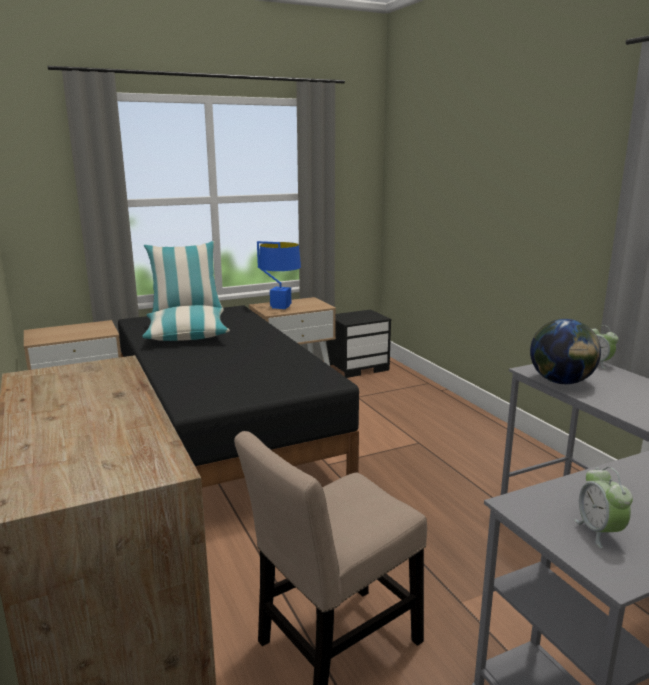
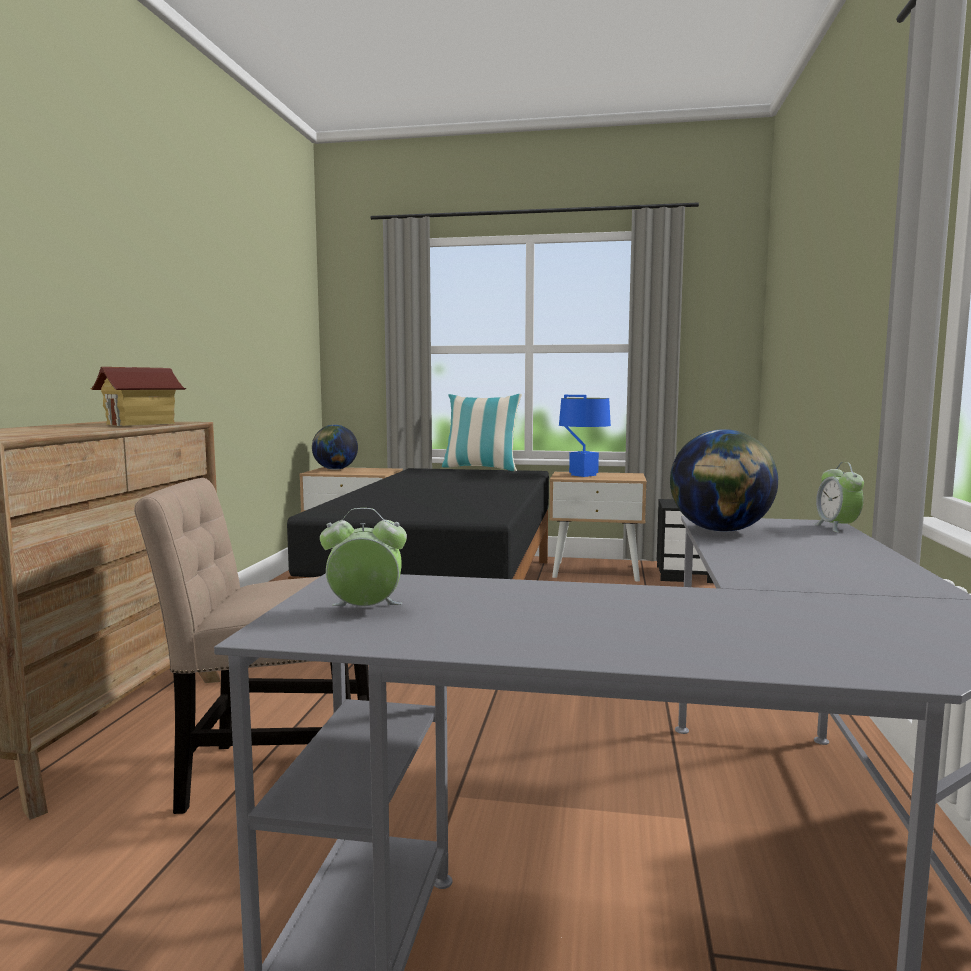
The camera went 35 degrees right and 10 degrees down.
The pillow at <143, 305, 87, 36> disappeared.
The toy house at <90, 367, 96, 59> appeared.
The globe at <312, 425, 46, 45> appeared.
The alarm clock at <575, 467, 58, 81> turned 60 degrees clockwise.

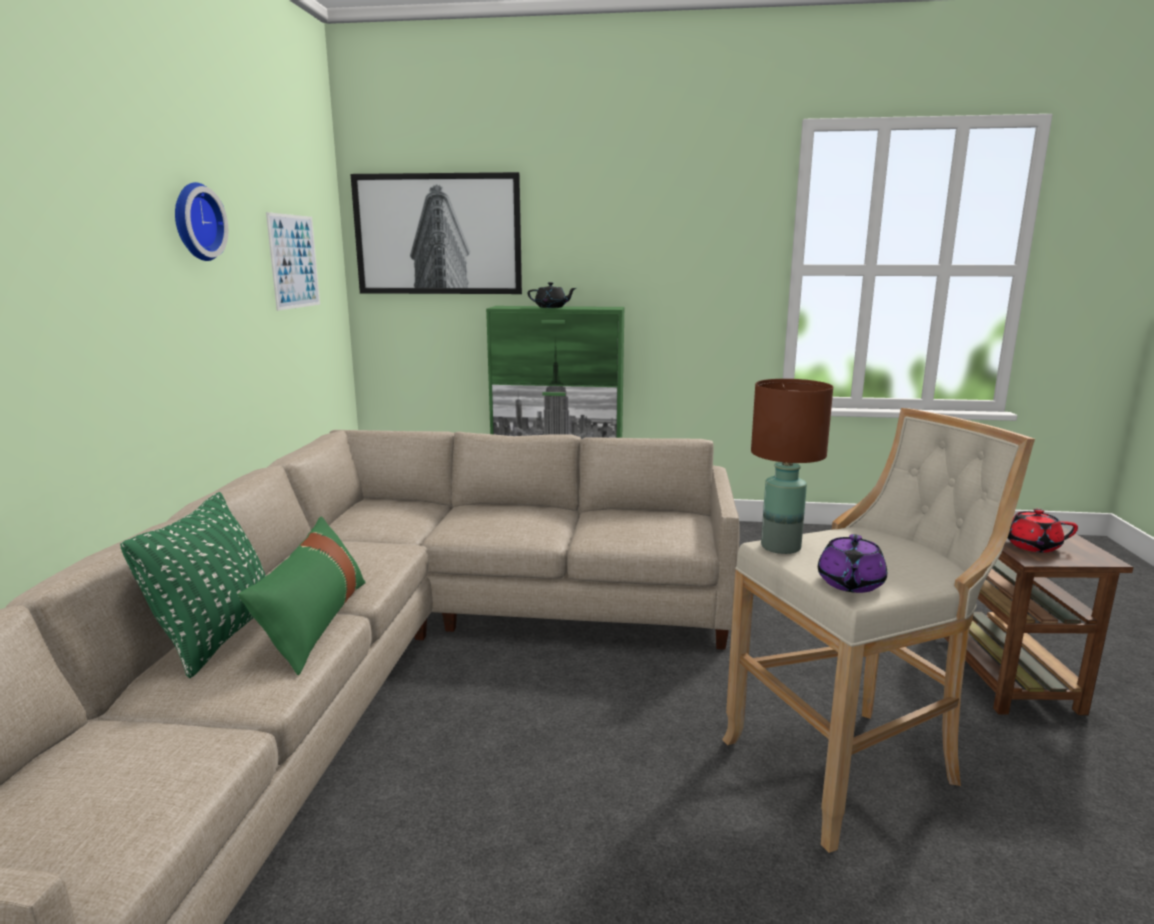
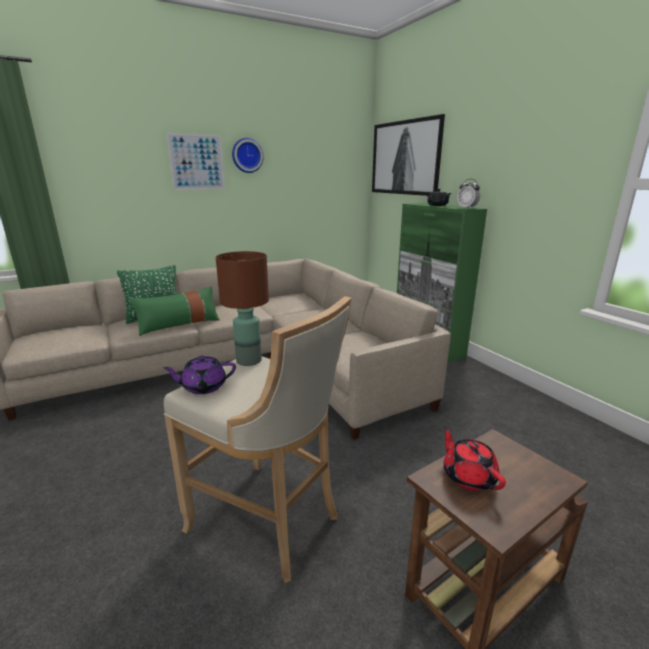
The camera went 55 degrees right and 5 degrees up.
The alarm clock at <457, 179, 23, 30> appeared.
The picture moved from <266, 212, 54, 99> to <166, 133, 59, 57>.

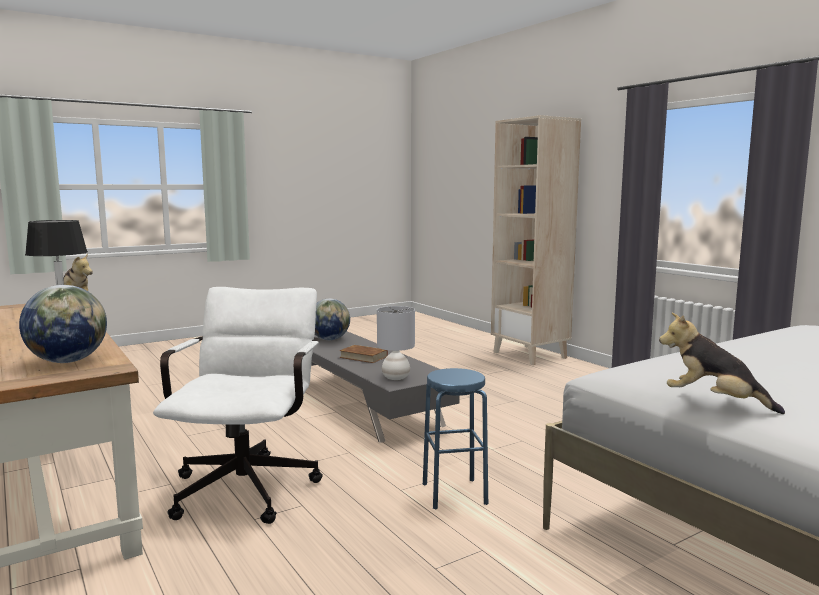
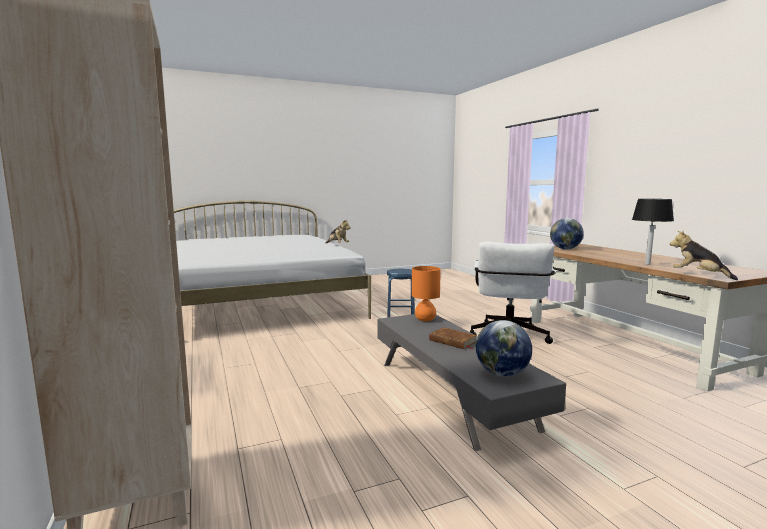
The camera went 170 degrees left and 0 degrees up.
The grey table lamp at <377, 306, 38, 74> became the orange table lamp at <412, 266, 29, 55>.

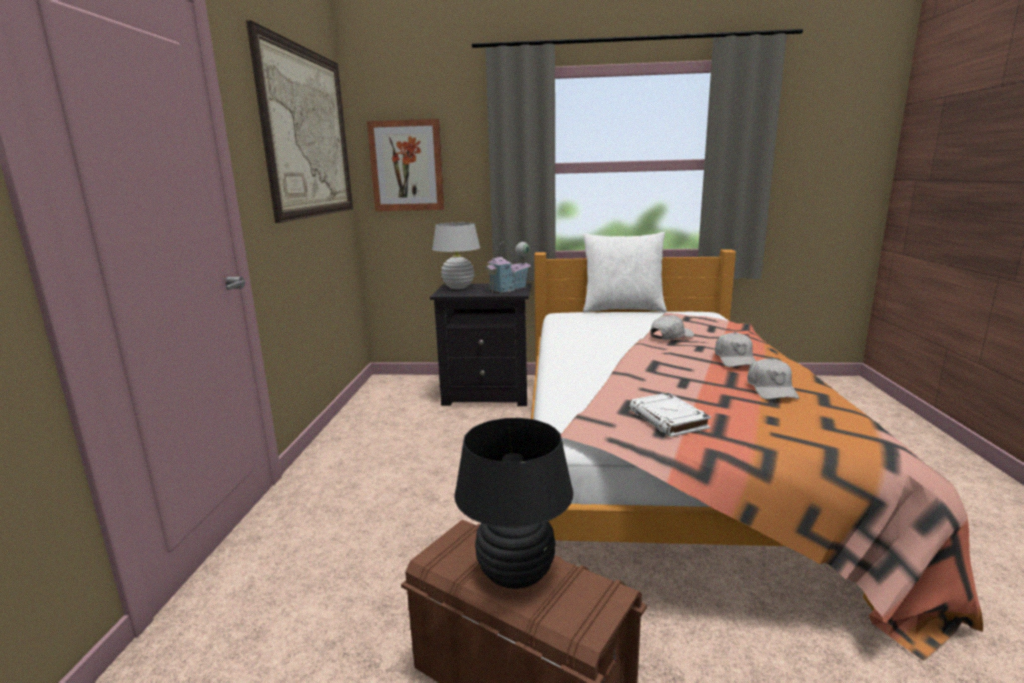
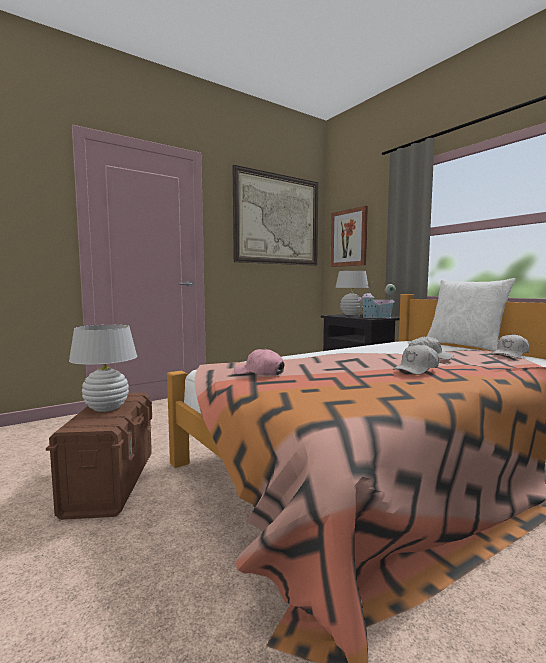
The camera went 50 degrees right and 10 degrees down.
The white cap moved from <747, 358, 52, 41> to <492, 334, 37, 24>.
The white book at <629, 393, 82, 44> was replaced by the pink cap at <234, 349, 50, 27>.
The black table lamp at <454, 418, 119, 171> became the white table lamp at <69, 325, 68, 87>.

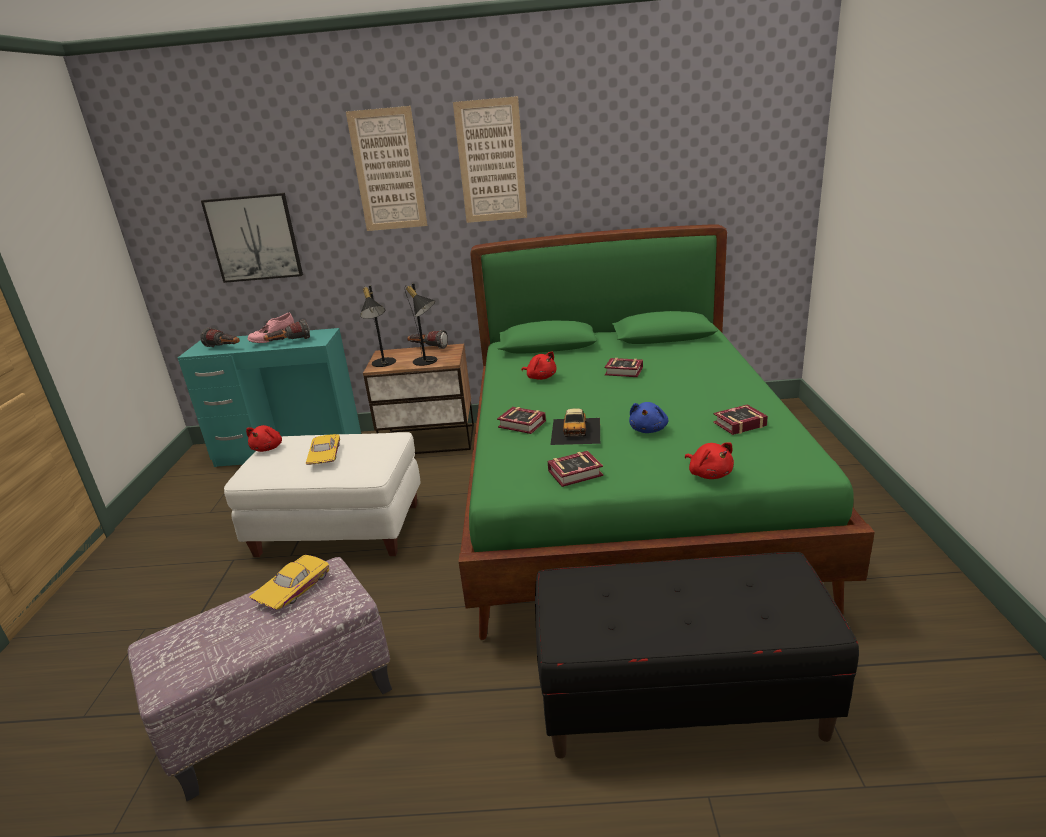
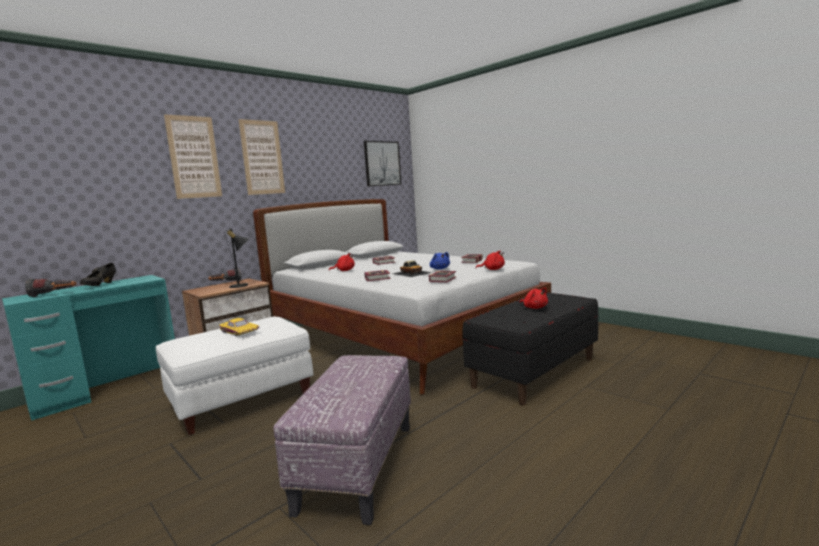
The camera went 45 degrees left and 15 degrees down.
The yellow toy car at <249, 555, 80, 55> disappeared.
The flashlight at <264, 319, 46, 22> disappeared.
The black table lamp at <360, 285, 36, 82> disappeared.
The picture moved from <201, 193, 102, 90> to <364, 141, 38, 46>.
The red plush toy moved from <246, 425, 36, 27> to <520, 288, 28, 21>.
The pink shoe at <248, 313, 46, 30> became the black shoe at <80, 263, 36, 23>.
The green bed at <458, 225, 417, 415> became the white bed at <253, 199, 298, 195>.

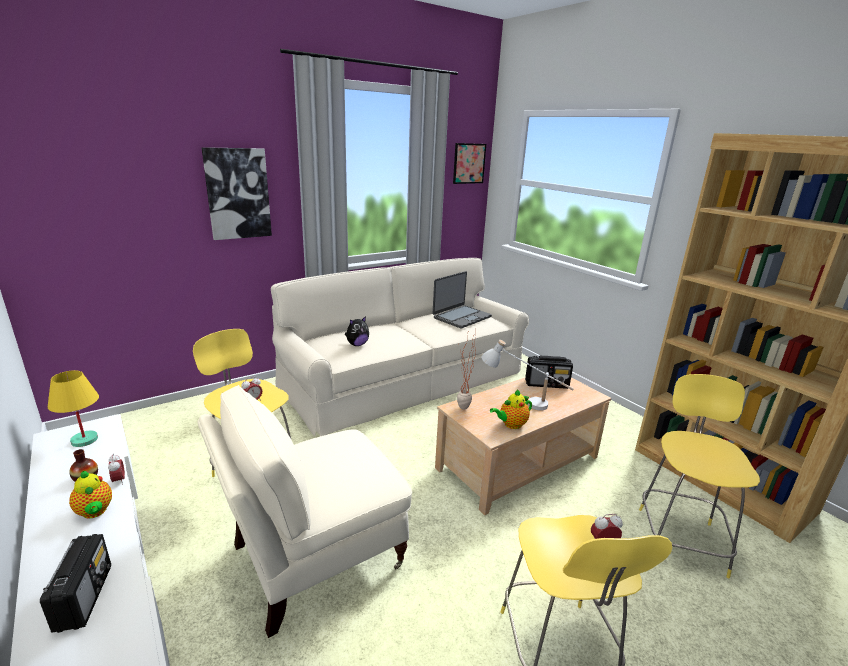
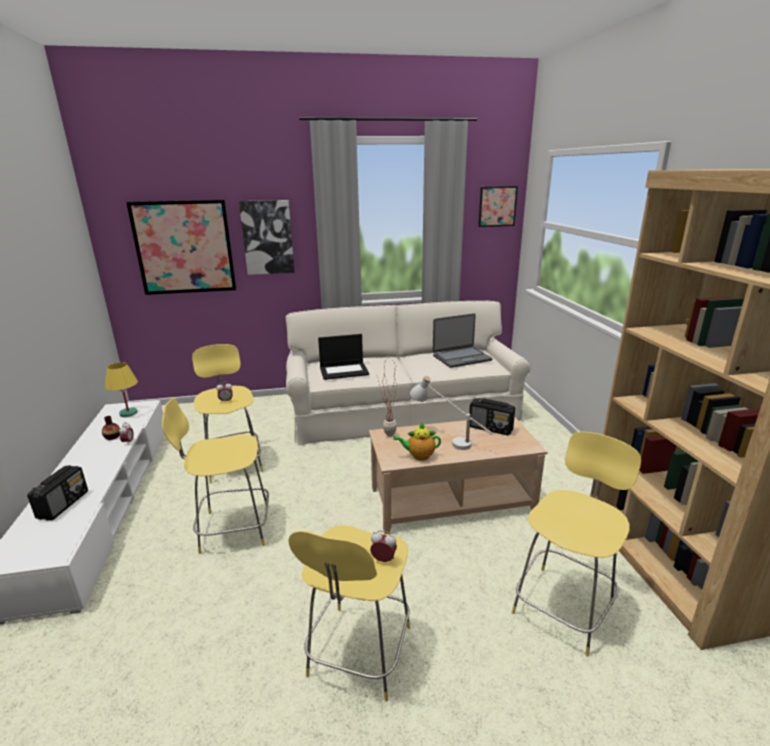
The camera went 25 degrees right and 0 degrees up.
The teapot at <69, 471, 43, 48> disappeared.
The picture at <126, 200, 110, 95> appeared.
The beige armchair at <197, 385, 215, 253> was replaced by the yellow stool at <162, 398, 107, 156>.
The plush toy at <345, 316, 24, 30> was replaced by the laptop at <318, 334, 51, 46>.

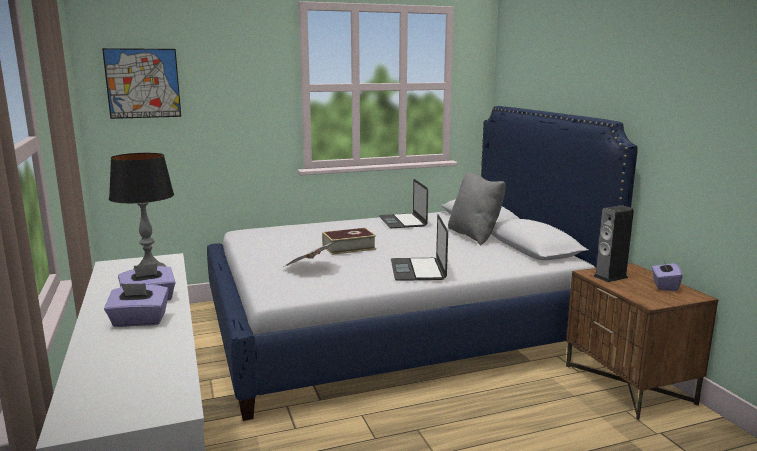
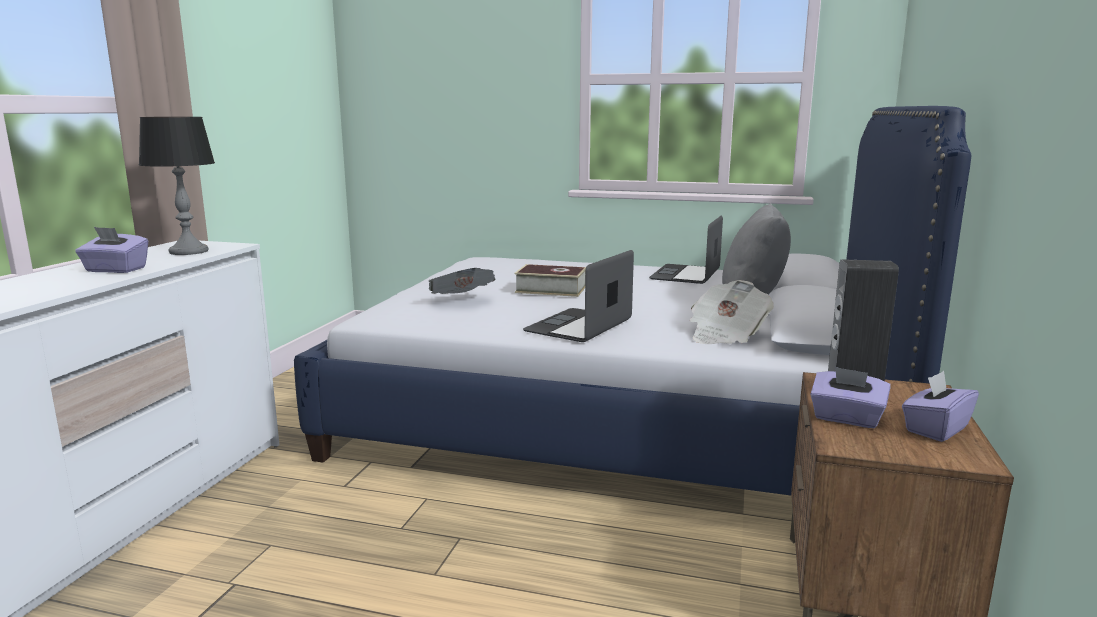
The camera went 35 degrees right and 0 degrees up.
The picture at <102, 48, 79, 71> disappeared.
The newspaper at <690, 280, 84, 64> appeared.
The purple tissue box moved from <104, 283, 65, 44> to <810, 367, 80, 62>.

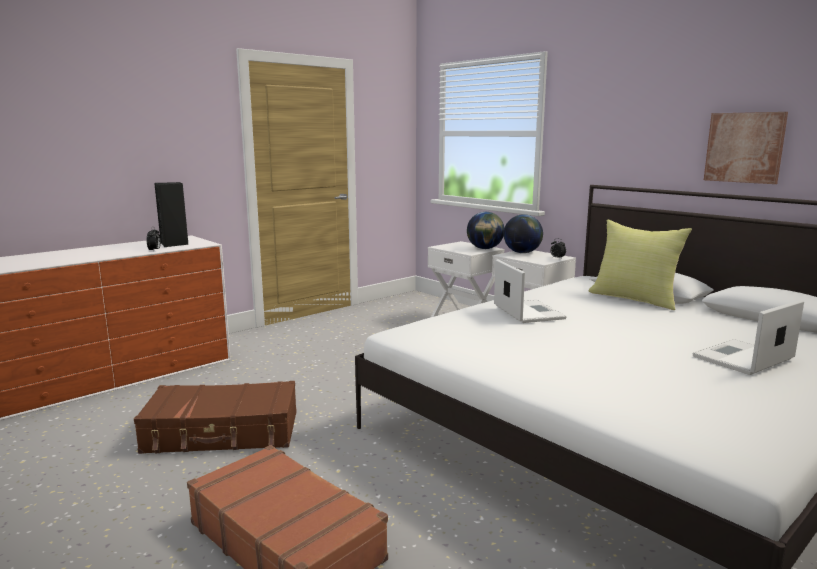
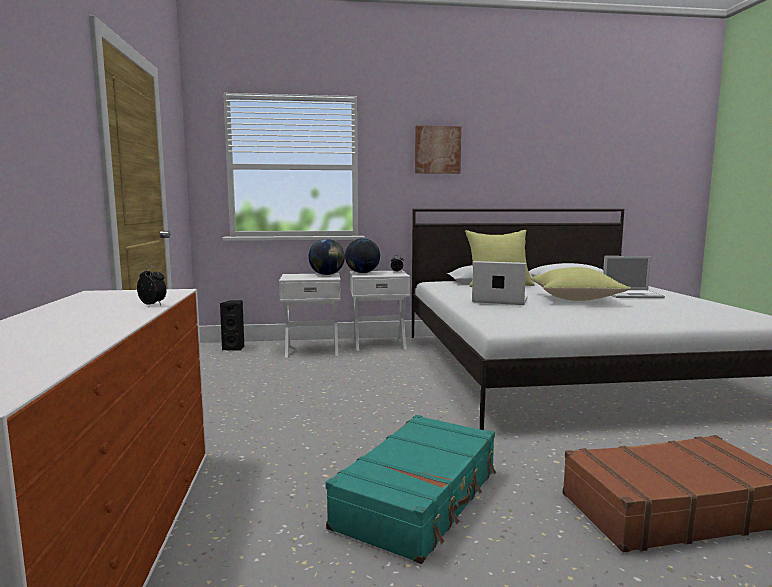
The camera went 55 degrees left and 5 degrees down.
The yellow pillow at <530, 267, 101, 34> appeared.
The black speaker moved from <154, 182, 34, 65> to <220, 300, 24, 51>.
The picture moved from <704, 112, 84, 72> to <415, 126, 46, 48>.
The brown suitcase at <134, 381, 163, 73> became the turquoise suitcase at <326, 415, 170, 149>.
The laptop at <693, 300, 111, 75> turned 90 degrees counterclockwise.

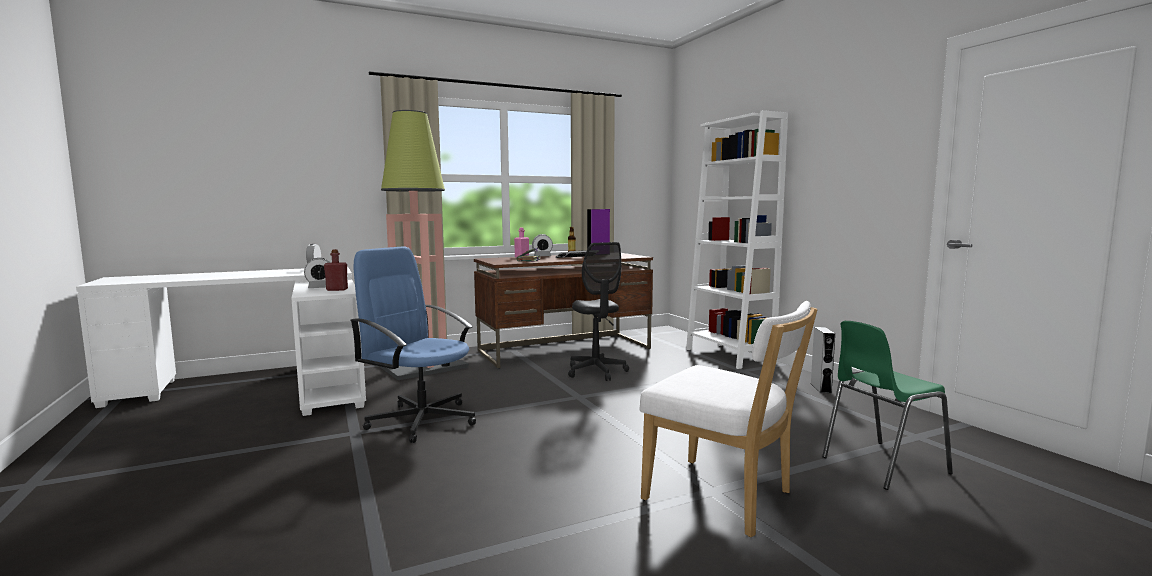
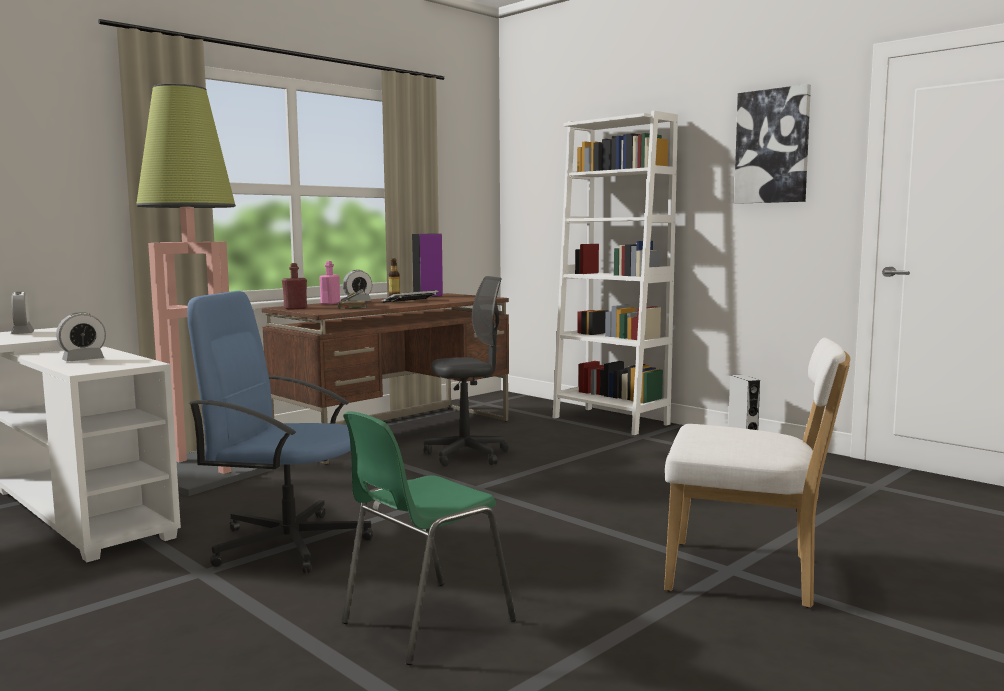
The camera went 20 degrees left and 0 degrees up.
The picture at <734, 84, 77, 120> appeared.
The red bottle moved from <324, 249, 24, 42> to <282, 263, 25, 47>.
The green chair moved from <822, 321, 131, 169> to <342, 412, 174, 253>.
The grey office chair at <568, 242, 61, 139> turned 75 degrees counterclockwise.

